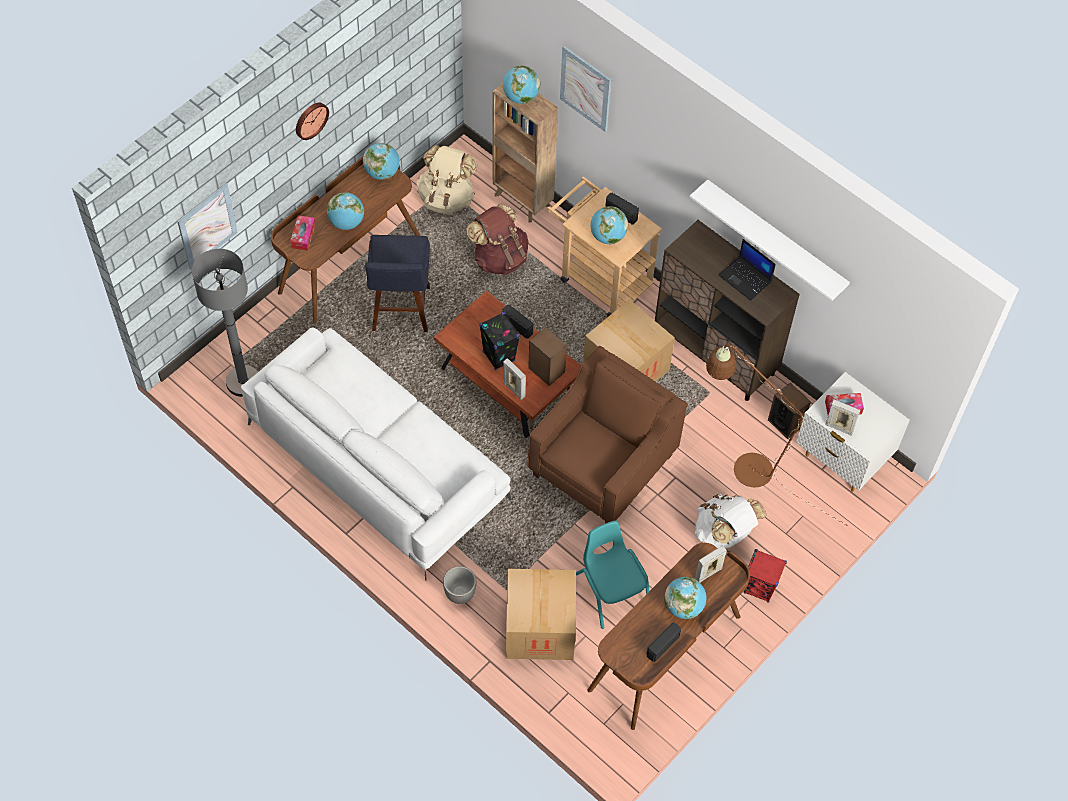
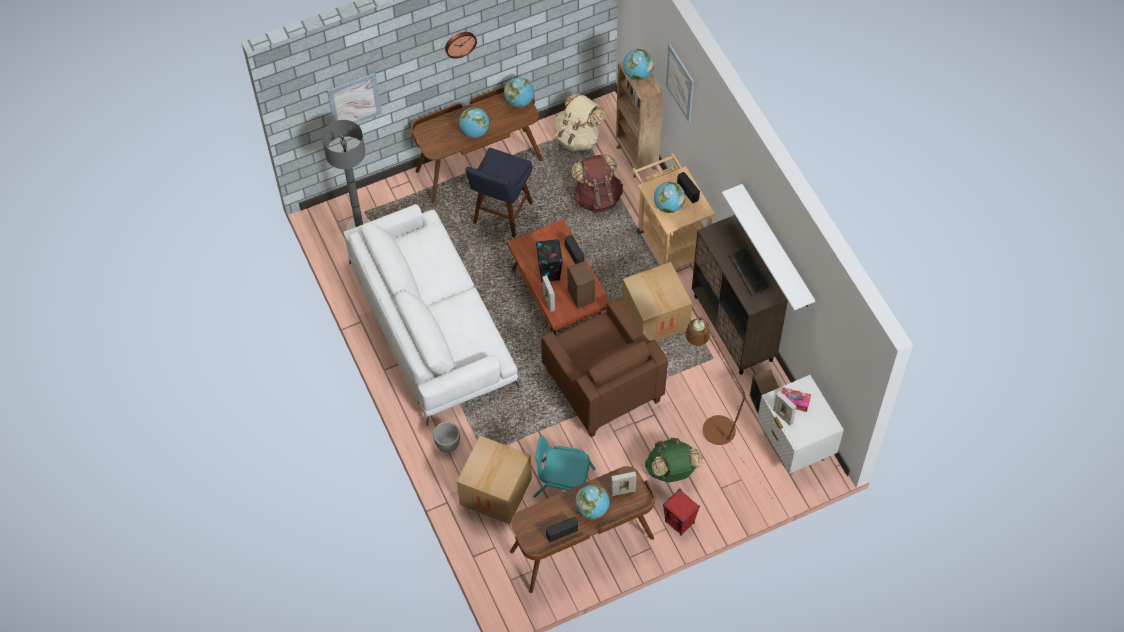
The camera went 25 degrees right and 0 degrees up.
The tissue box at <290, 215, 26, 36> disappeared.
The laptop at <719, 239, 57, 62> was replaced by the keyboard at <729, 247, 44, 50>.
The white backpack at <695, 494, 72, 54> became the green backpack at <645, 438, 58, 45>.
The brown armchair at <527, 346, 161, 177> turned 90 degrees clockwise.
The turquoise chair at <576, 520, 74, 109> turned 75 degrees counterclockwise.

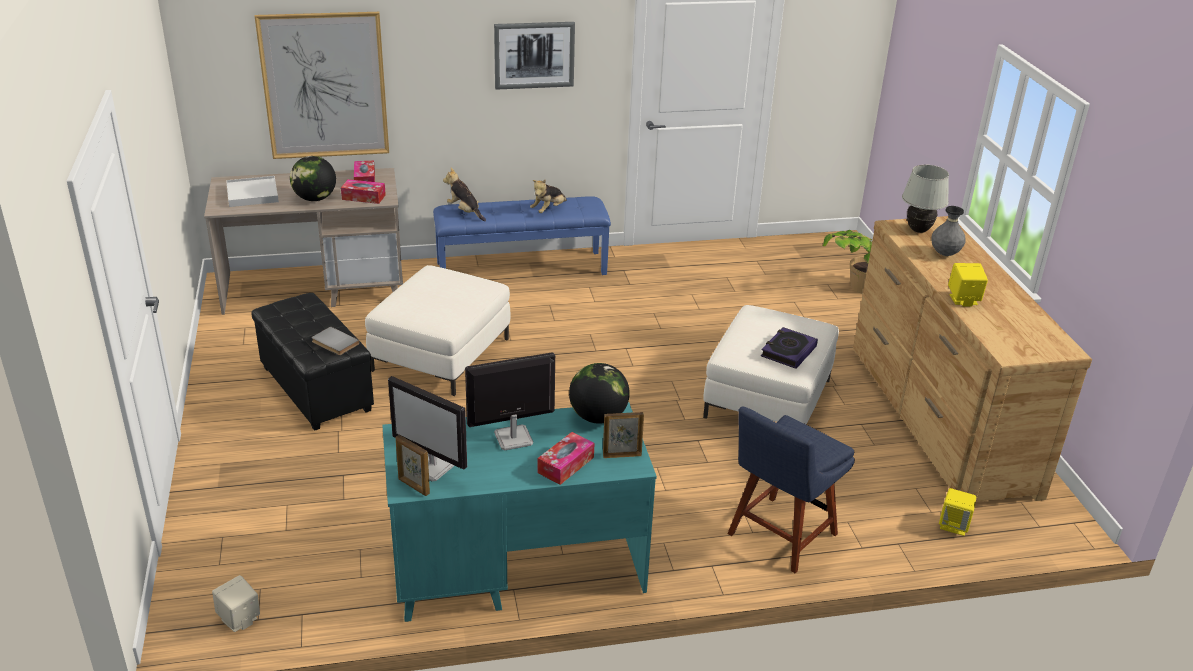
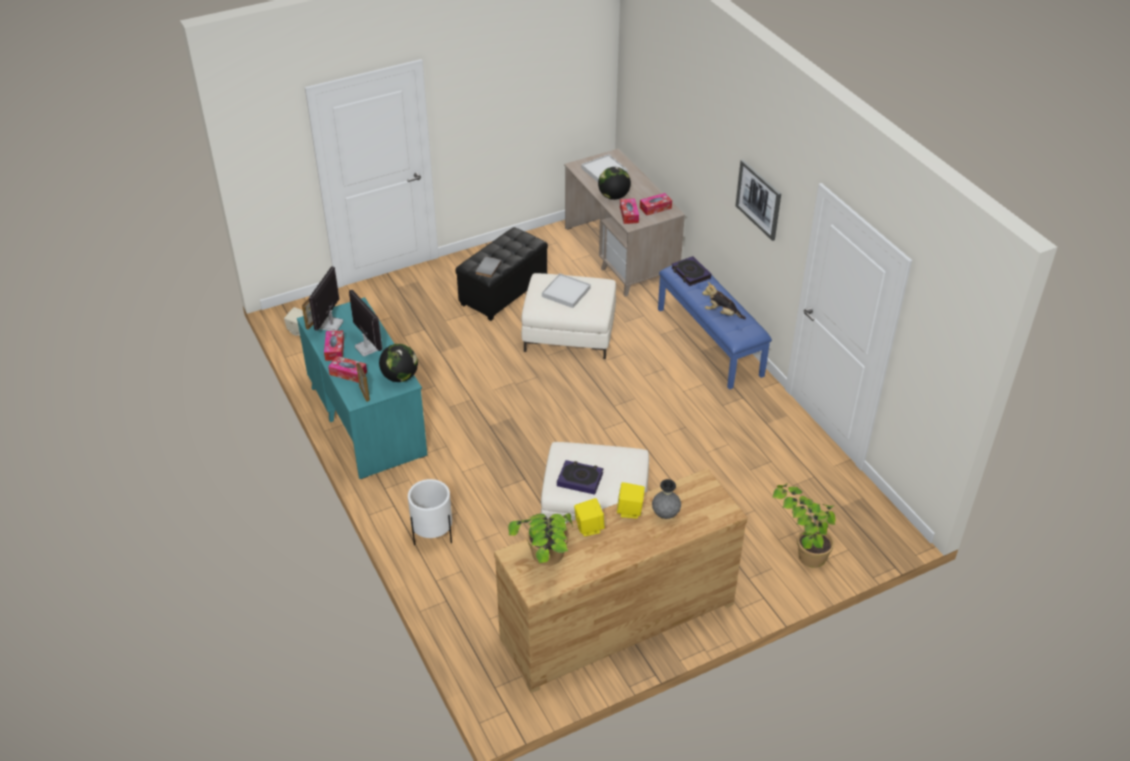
The camera went 75 degrees right and 10 degrees up.
The picture at <255, 12, 134, 147> disappeared.
The white table lamp at <902, 165, 47, 68> disappeared.
The tissue box at <324, 330, 20, 31> appeared.
The potted plant at <508, 513, 65, 53> appeared.
The white tray at <542, 273, 49, 35> appeared.
The yellow speaker moved from <939, 488, 37, 48> to <617, 482, 28, 37>.
The plush toy at <443, 167, 43, 54> was replaced by the book at <671, 256, 40, 30>.
The blue chair at <728, 407, 127, 166> was replaced by the white planter at <408, 479, 44, 66>.

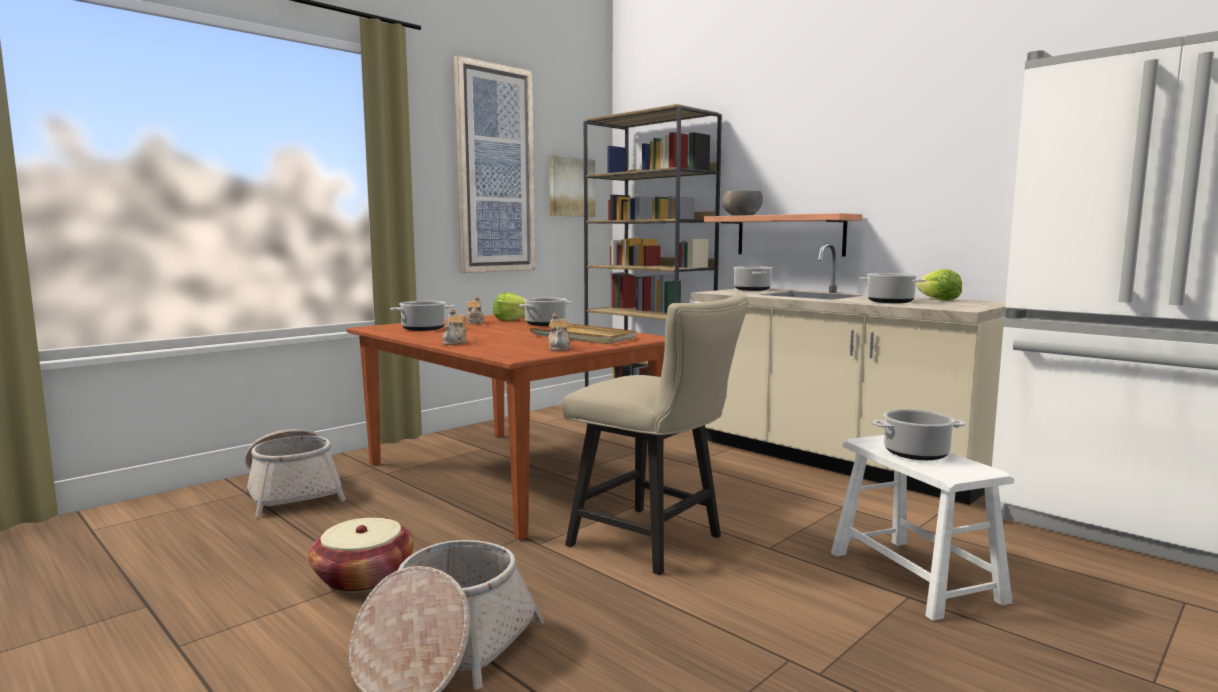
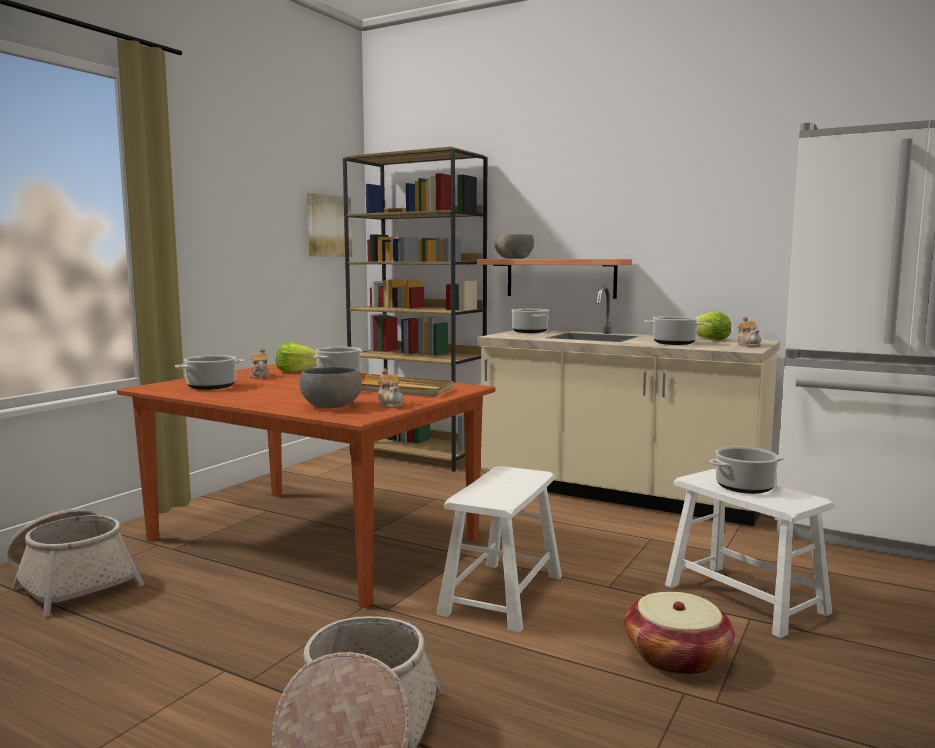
The camera went 15 degrees left and 0 degrees up.
The picture at <454, 56, 81, 217> disappeared.
The grey bowl at <300, 367, 62, 41> appeared.
The basket moved from <309, 518, 105, 75> to <625, 592, 110, 84>.
The teapot moved from <443, 309, 25, 36> to <738, 316, 23, 31>.
The beige chair at <562, 295, 187, 280> was replaced by the white stool at <436, 466, 126, 166>.

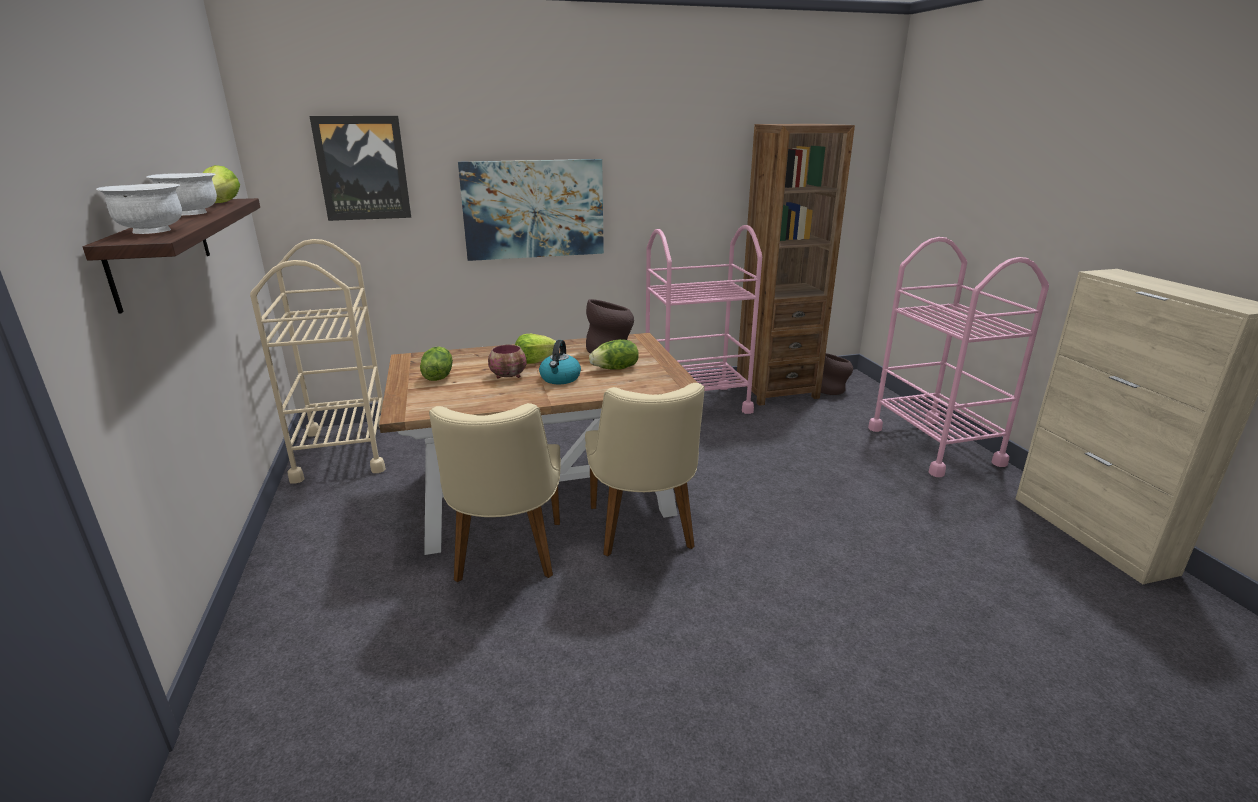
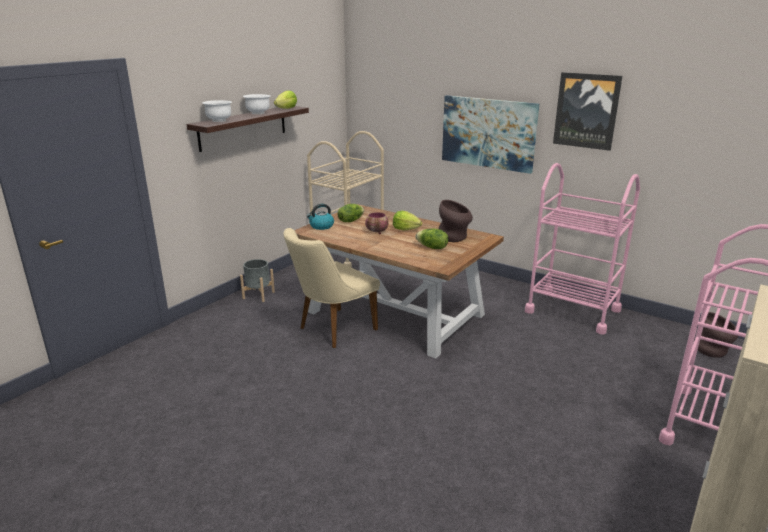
The camera went 50 degrees right and 0 degrees up.
The beige chair at <585, 383, 120, 174> disappeared.
The brown bookcase at <736, 124, 119, 282> disappeared.
The grey planter at <240, 259, 35, 43> appeared.
The picture moved from <309, 116, 102, 105> to <553, 72, 69, 79>.
The kettle moved from <539, 340, 42, 44> to <306, 204, 28, 26>.

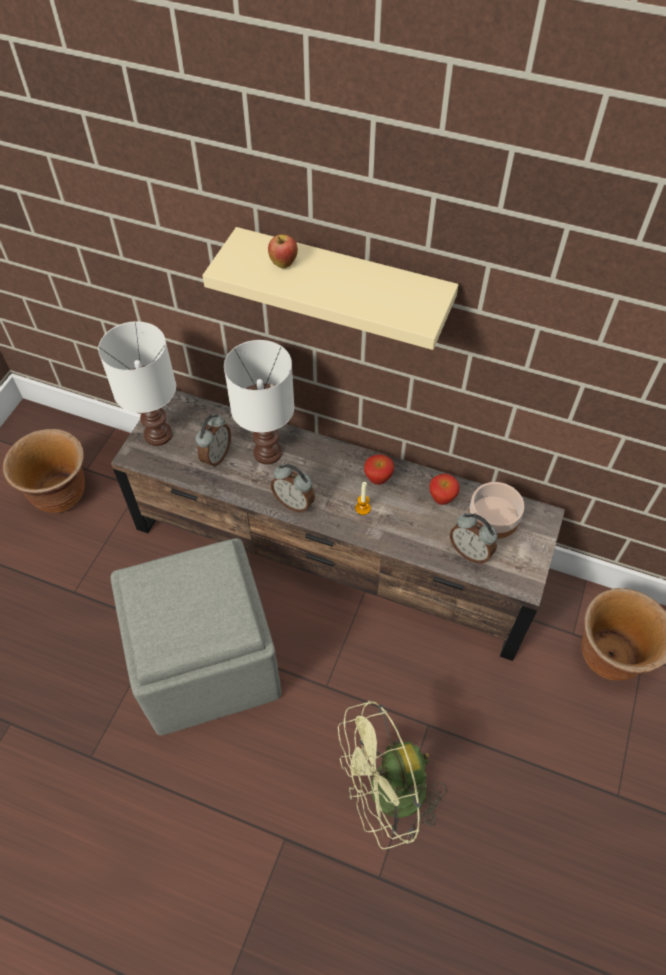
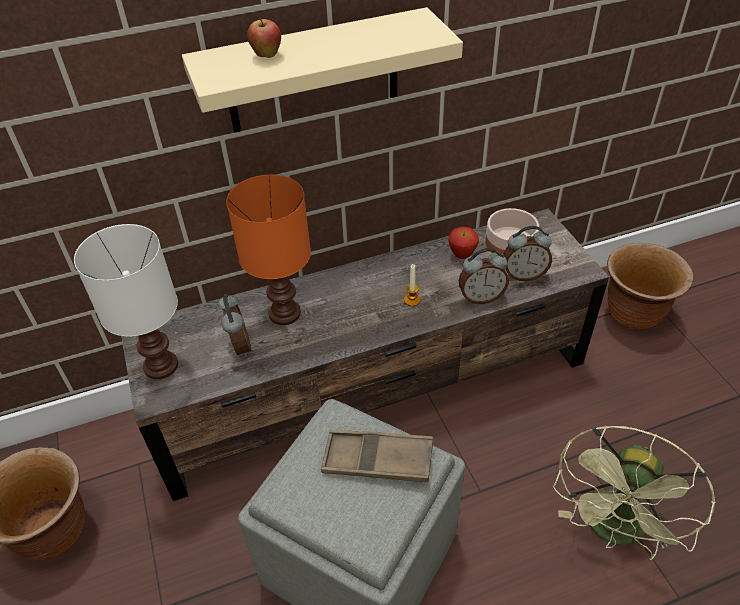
The camera went 40 degrees left and 10 degrees down.
The apple at <364, 454, 30, 31> disappeared.
The brown tray at <321, 430, 112, 52> appeared.
The alarm clock moved from <271, 464, 44, 48> to <459, 248, 50, 56>.
The white table lamp at <224, 340, 71, 124> became the orange table lamp at <226, 174, 85, 151>.

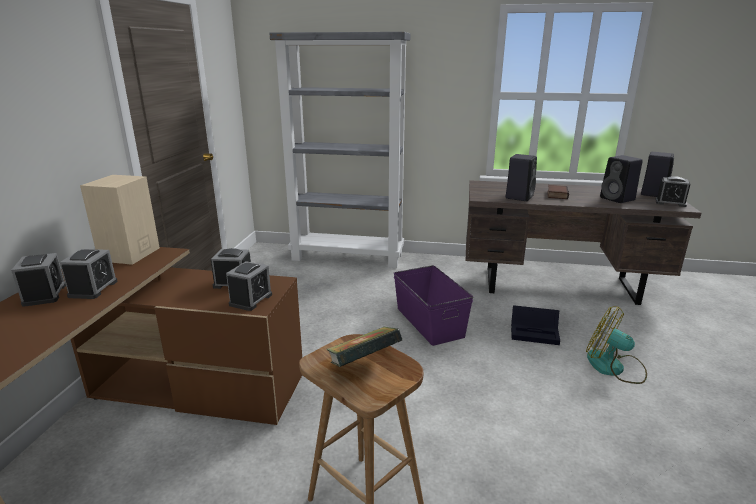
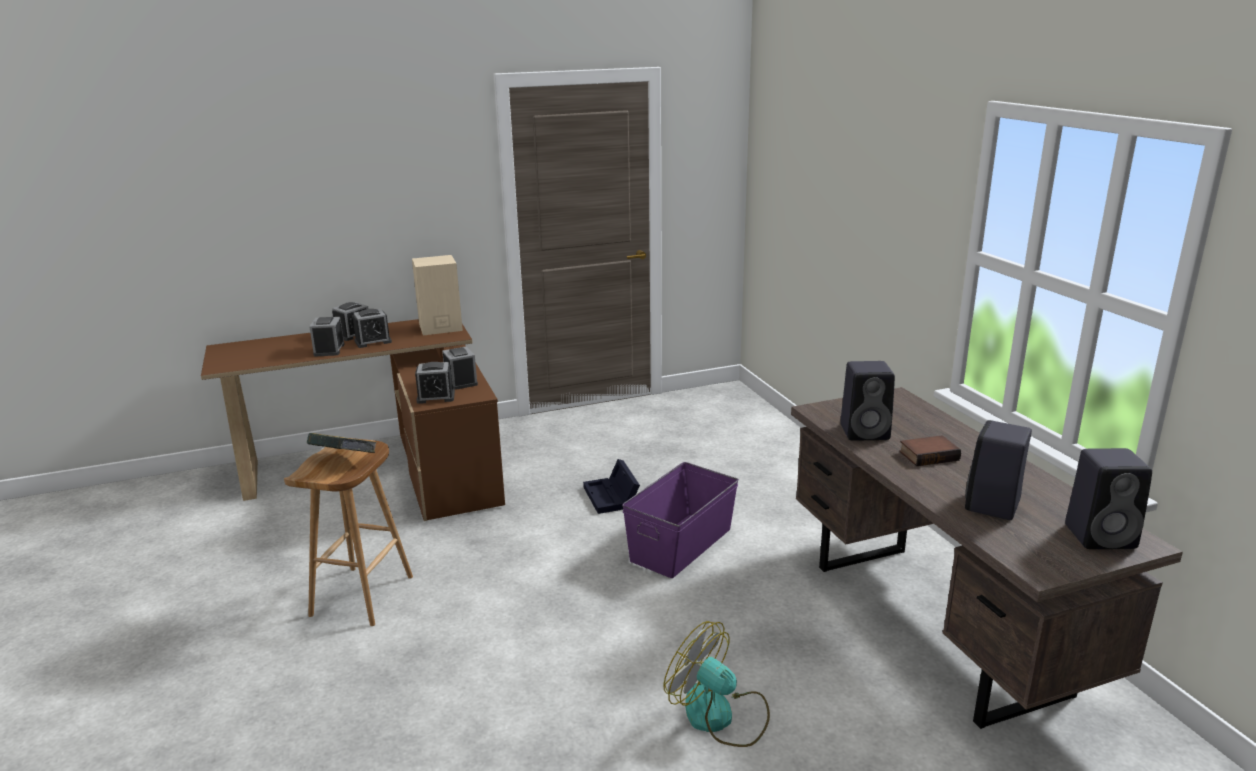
The camera went 60 degrees right and 0 degrees up.
The grey bookcase at <269, 32, 142, 236> disappeared.
The black storage box moved from <511, 305, 49, 40> to <583, 459, 57, 55>.
The alarm clock moved from <655, 176, 35, 31> to <309, 317, 36, 40>.
The fan at <586, 306, 61, 78> turned 60 degrees counterclockwise.

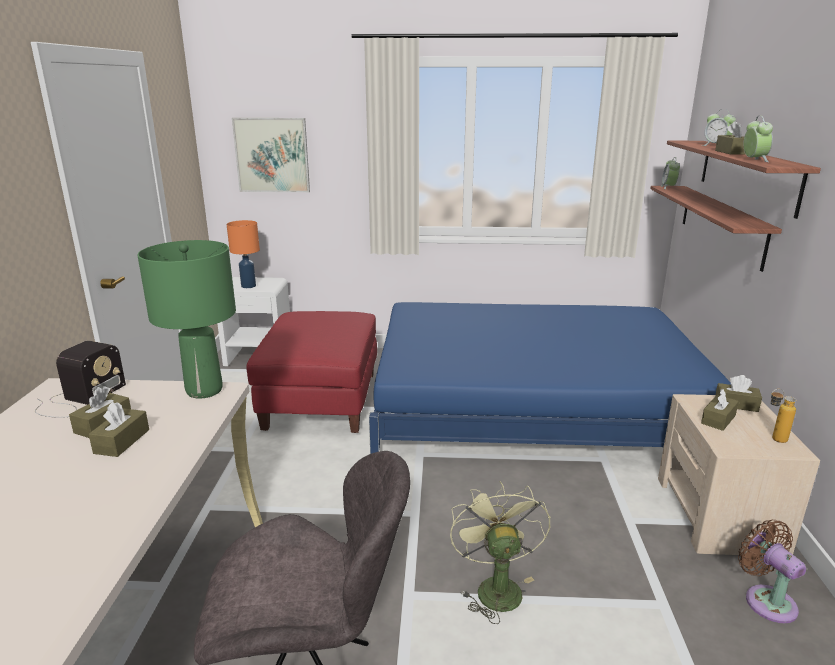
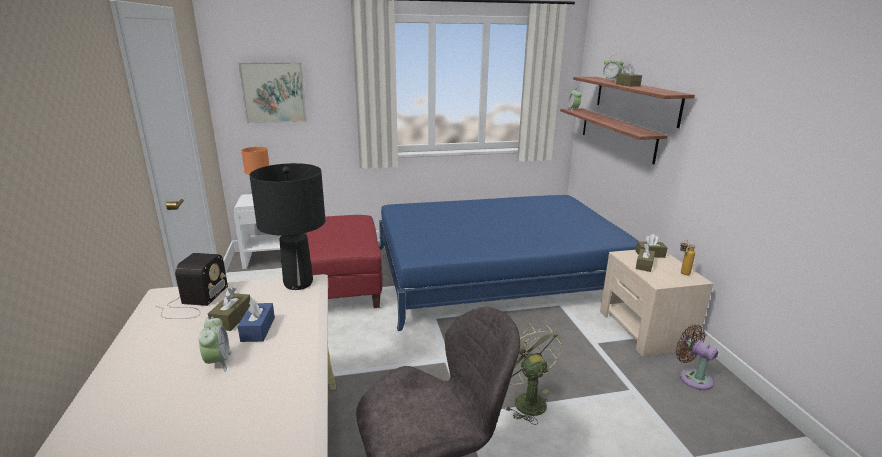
The camera went 15 degrees left and 0 degrees up.
The alarm clock moved from <744, 116, 29, 46> to <198, 317, 33, 55>.
The brown tissue box at <89, 402, 60, 55> became the blue tissue box at <238, 298, 37, 44>.
The green table lamp at <137, 240, 99, 159> became the black table lamp at <249, 163, 77, 127>.

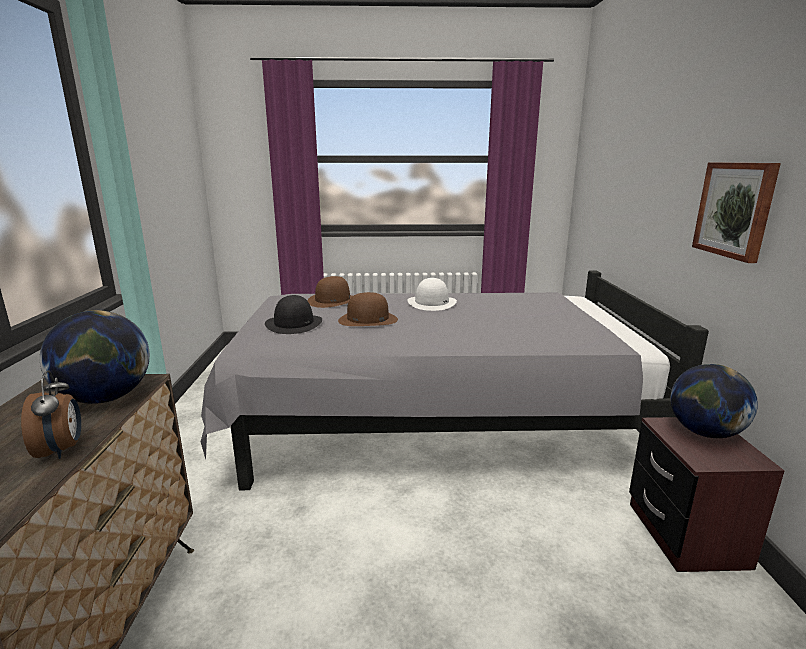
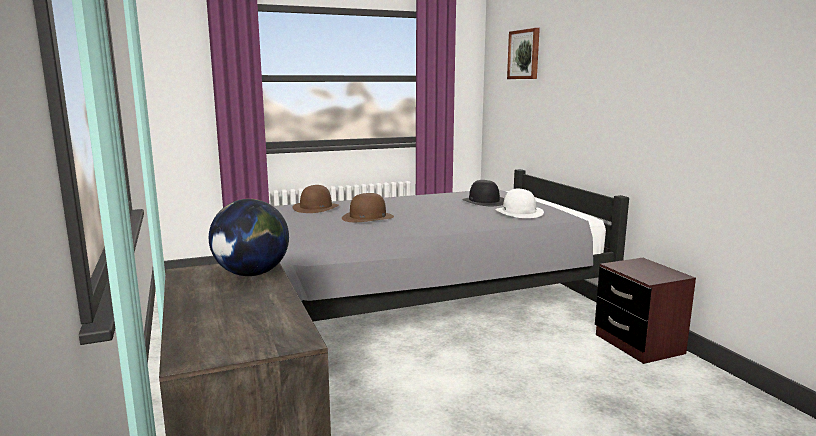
The camera went 20 degrees left and 5 degrees down.
The alarm clock at <21, 370, 60, 89> disappeared.
The globe at <671, 364, 87, 74> disappeared.
The black hat moved from <265, 295, 57, 39> to <462, 180, 43, 26>.
The white hat moved from <407, 278, 50, 33> to <495, 189, 49, 29>.
The picture moved from <692, 162, 89, 101> to <507, 28, 33, 51>.

